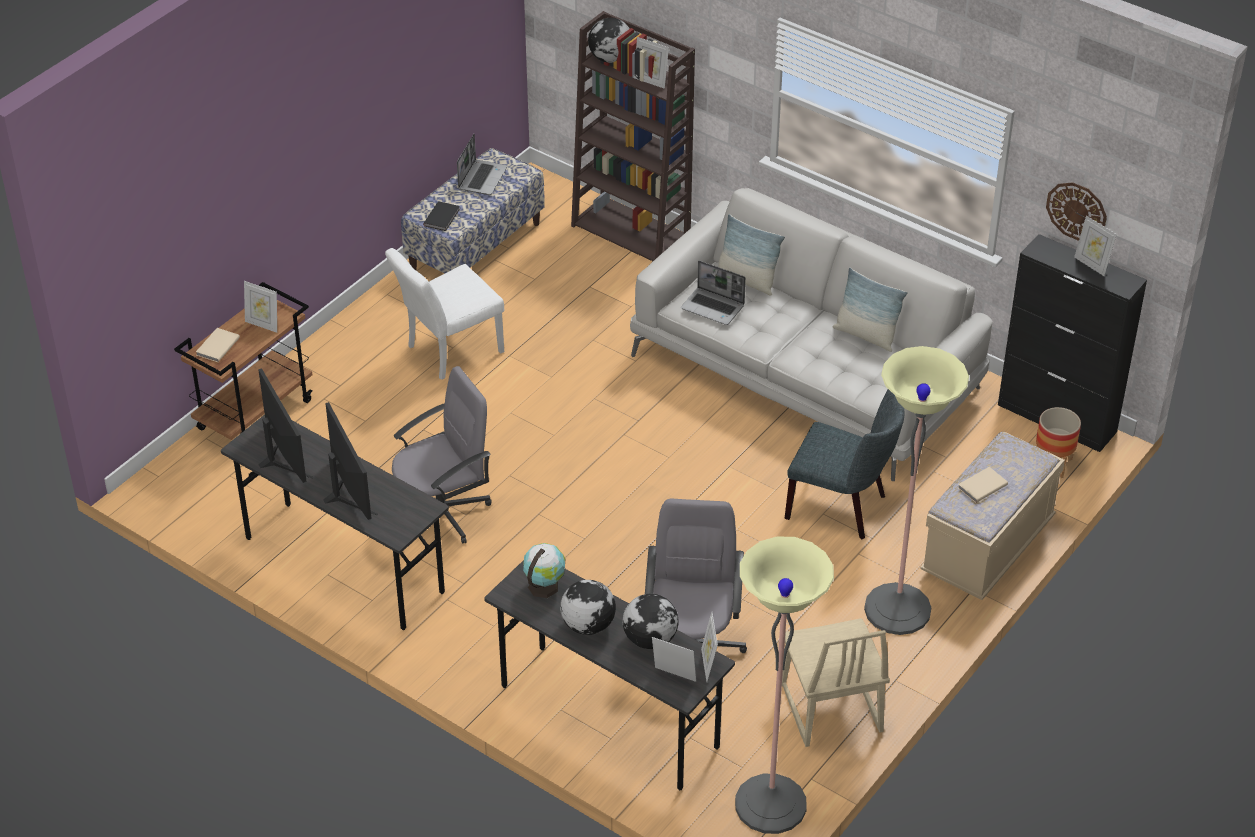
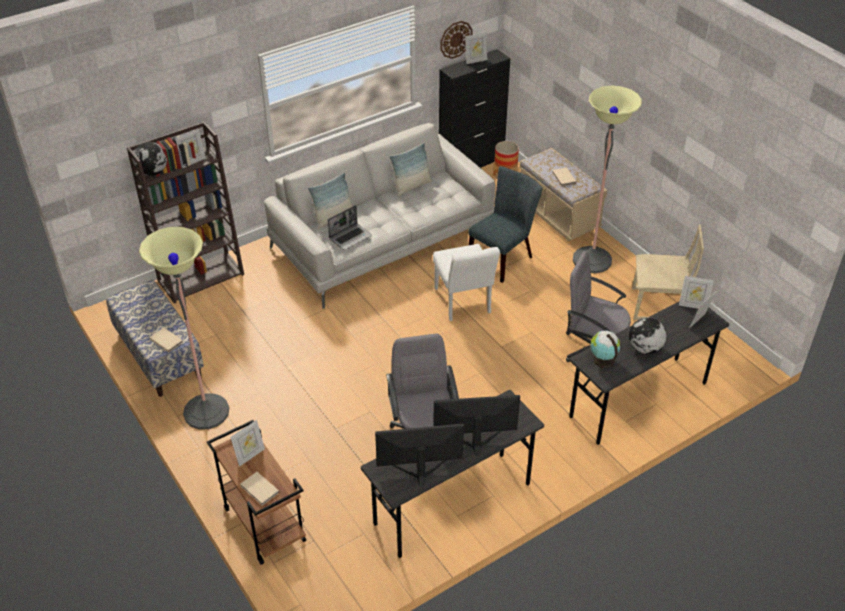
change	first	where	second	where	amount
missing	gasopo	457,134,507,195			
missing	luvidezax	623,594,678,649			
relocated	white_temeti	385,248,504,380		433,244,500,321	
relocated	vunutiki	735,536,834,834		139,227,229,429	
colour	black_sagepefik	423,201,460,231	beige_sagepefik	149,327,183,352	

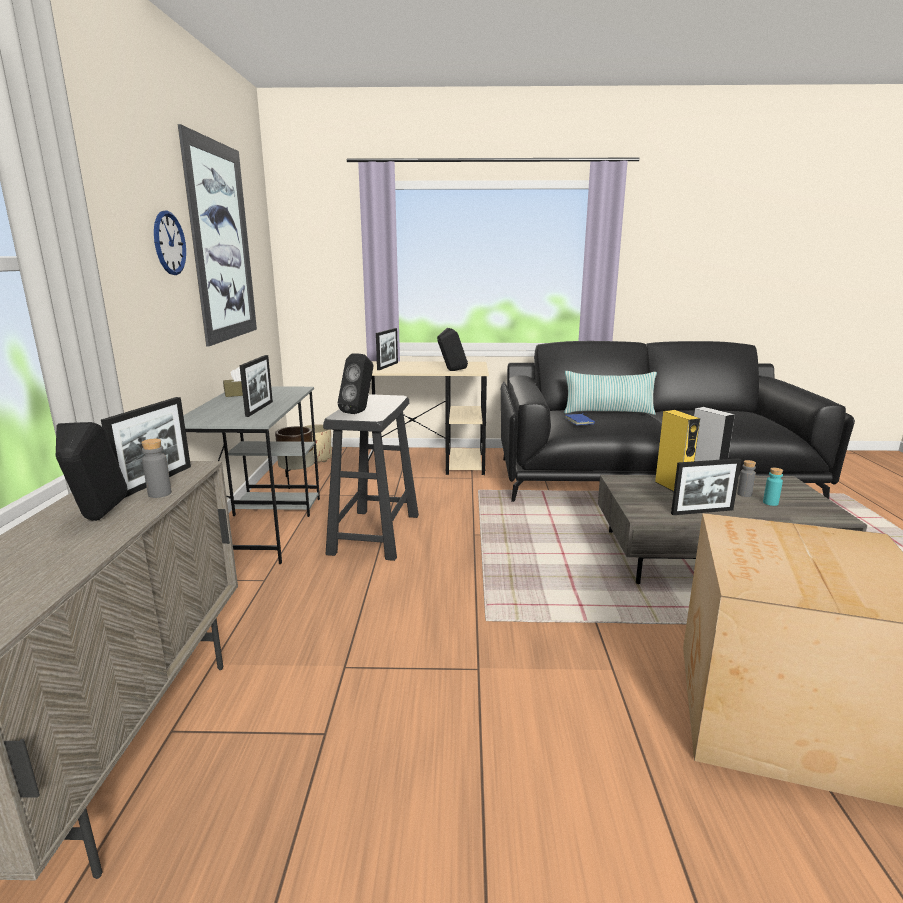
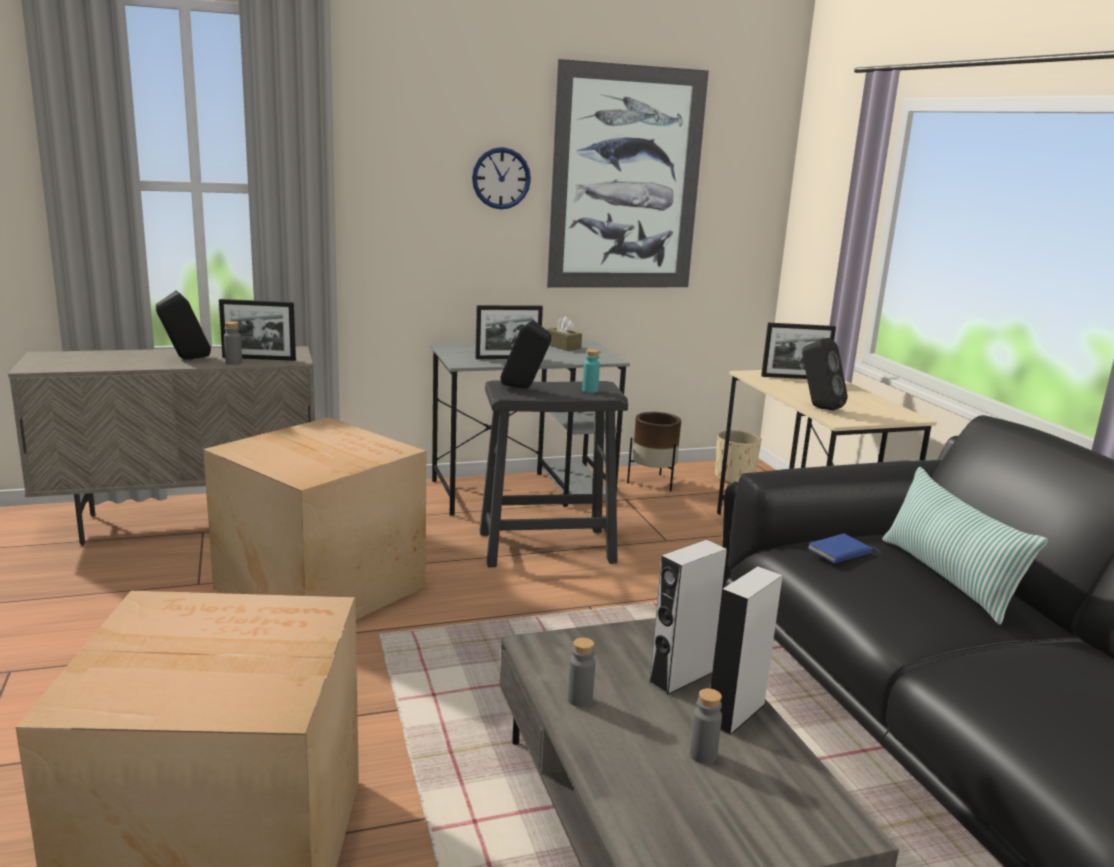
change	first	where	second	where	amount
appeared			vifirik	203,417,427,620	
relocated	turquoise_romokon	763,468,783,506		582,349,600,393	
exchanged	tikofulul	671,458,741,515	grey_romokon	568,637,595,707	
colour	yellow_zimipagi	655,410,700,492	grey_zimipagi	648,540,727,695	

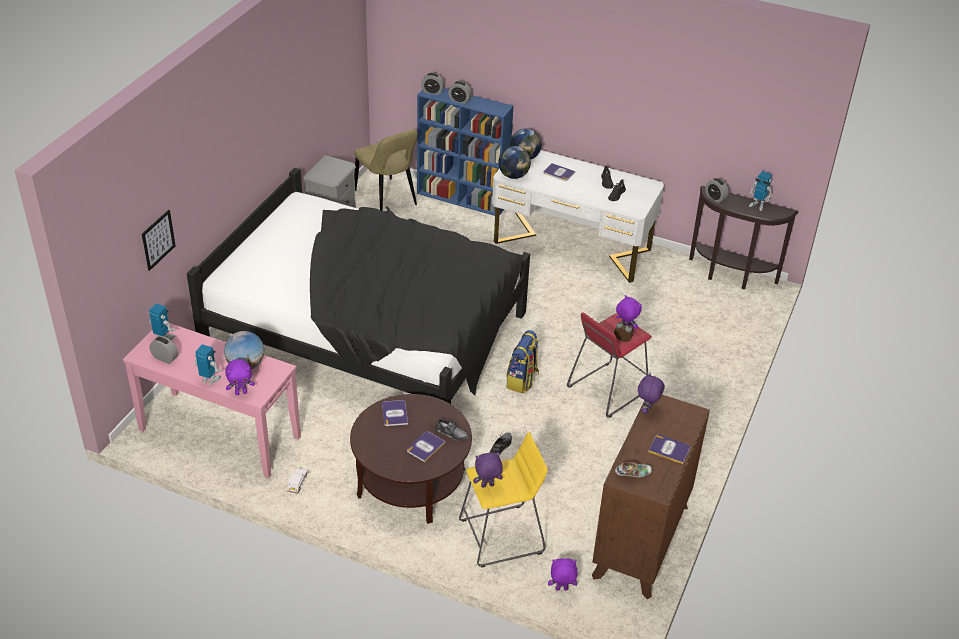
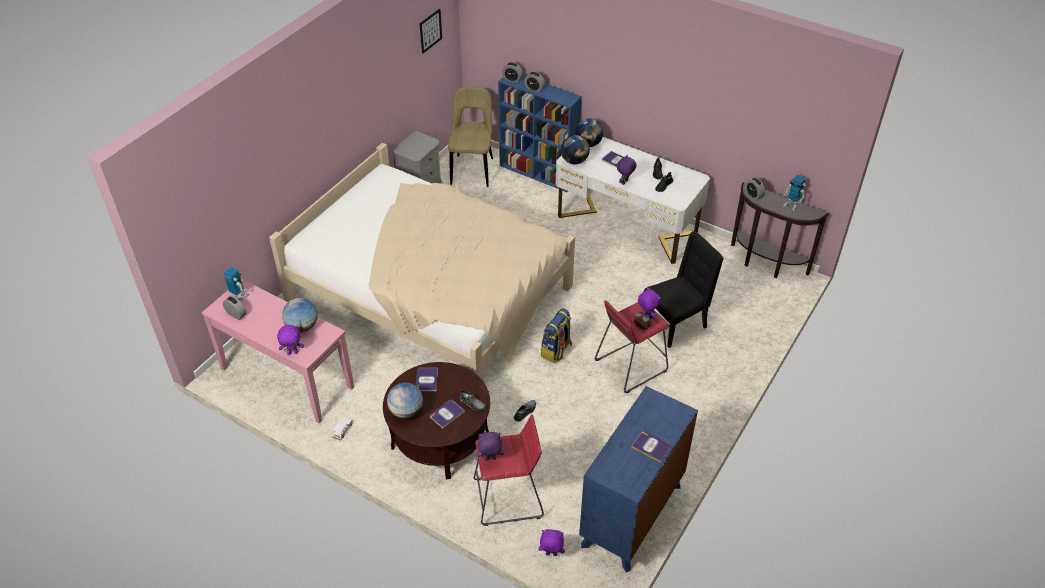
change	first	where	second	where	amount
missing	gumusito	195,344,222,385			
missing	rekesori	615,462,652,478			
appeared			luvidezax	387,383,423,419	
appeared			black_temeti	644,231,724,348	
relocated	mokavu	142,210,176,271		419,9,442,54	
relocated	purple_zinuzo	638,372,665,414		617,155,637,185	
colour	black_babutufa	187,168,530,404	beige_babutufa	269,143,575,382	
colour	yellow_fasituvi	459,432,548,567	red_fasituvi	474,414,544,526	
colour	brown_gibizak	592,395,710,599	blue_gibizak	579,386,698,572	
spun	beige_temeti	354,129,418,211		448,87,493,187	150 degrees counterclockwise

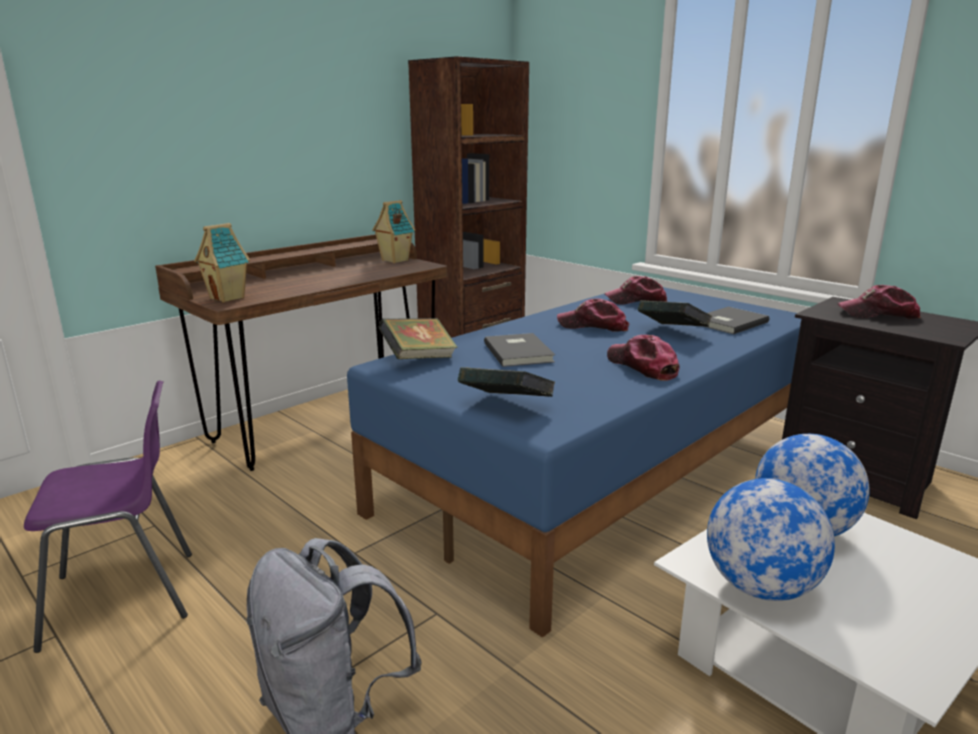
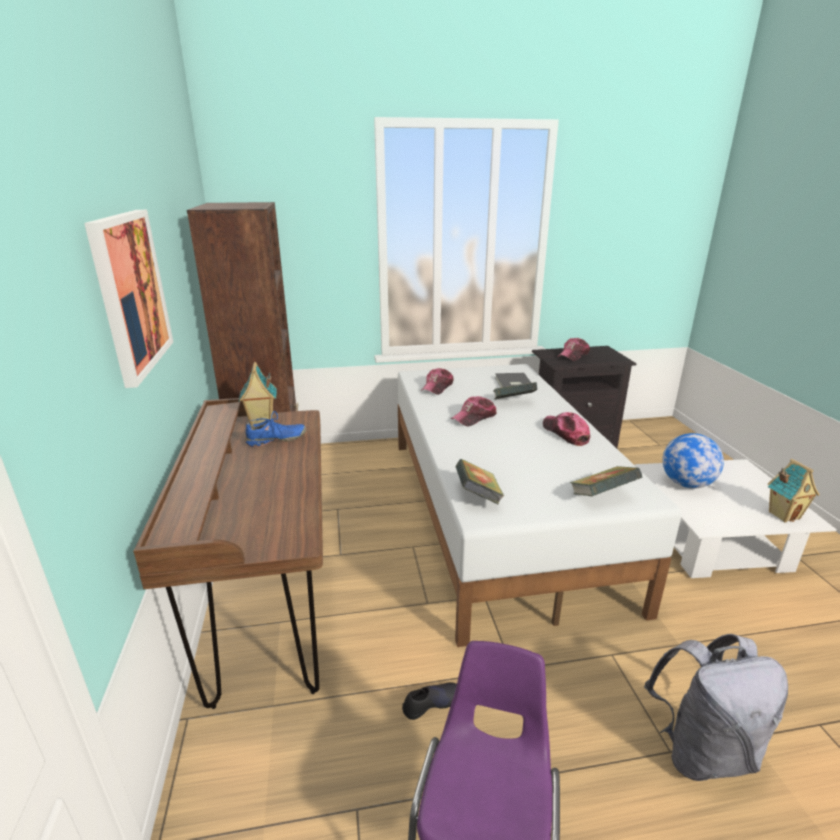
change	first	where	second	where	amount
missing	grey_sagepefik	484,333,555,367			
missing	luvidezax	707,478,835,601			
appeared			mokavu	84,210,173,388	
appeared			blue_rekesori	245,411,307,447	
appeared			black_rekesori	402,682,457,720	
relocated	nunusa	194,223,250,302		768,459,820,523	
colour	blue_babutufa	347,287,801,638	white_babutufa	398,364,682,647	
spun	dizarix	607,335,680,381		543,412,590,446	60 degrees clockwise

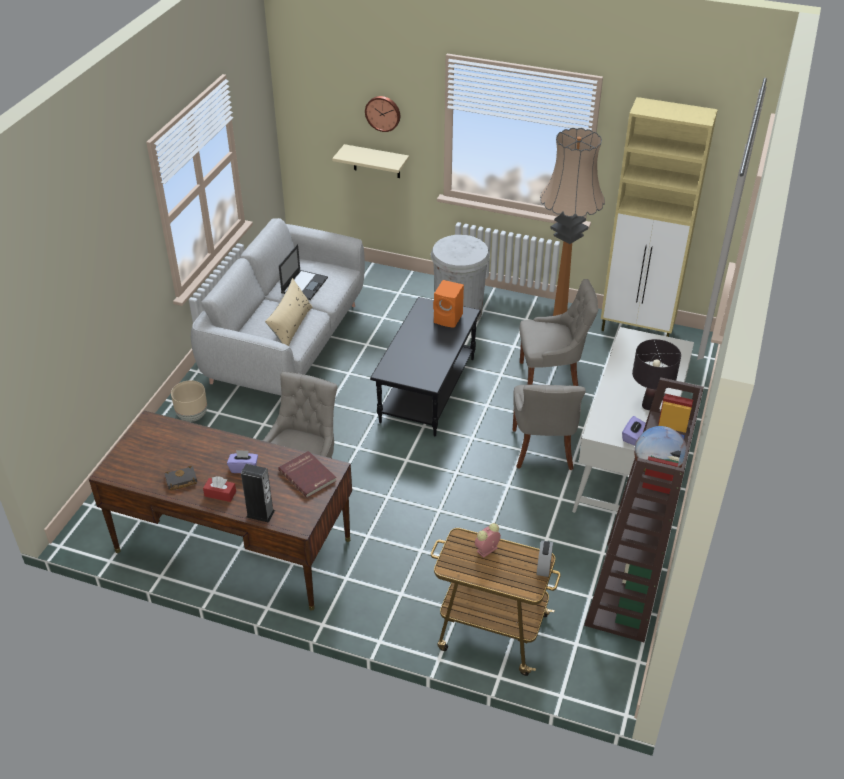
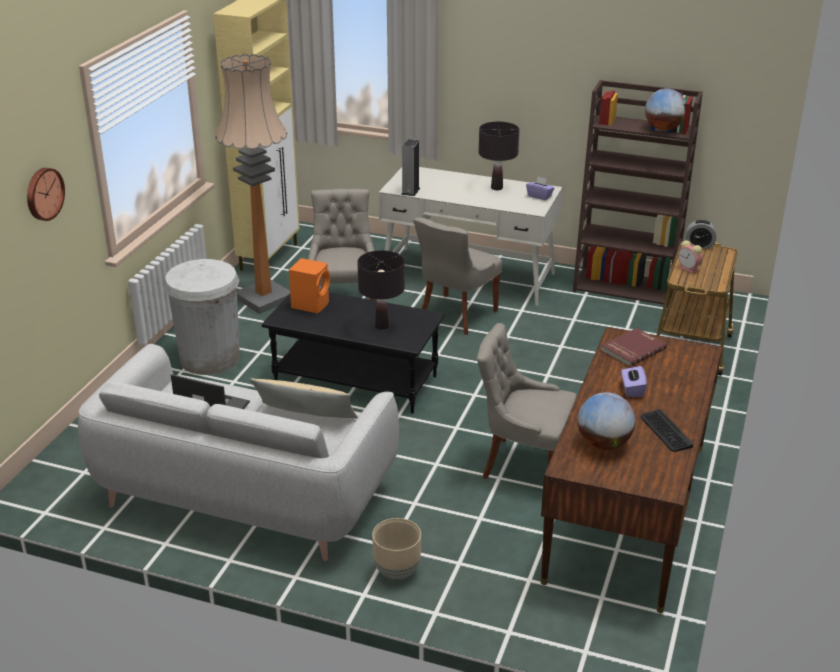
change	first	where	second	where	amount
missing	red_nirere	203,476,236,502			
missing	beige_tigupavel	332,144,409,178			
appeared			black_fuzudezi	357,250,405,330	
appeared			luvidezax	577,392,635,450	
relocated	zimipagi	241,464,275,523		401,139,420,196	
exchanged	black_sagepefik	165,466,197,490	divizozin	641,409,693,452	
spun	grey_temeti	513,385,586,470		413,217,502,335	120 degrees clockwise

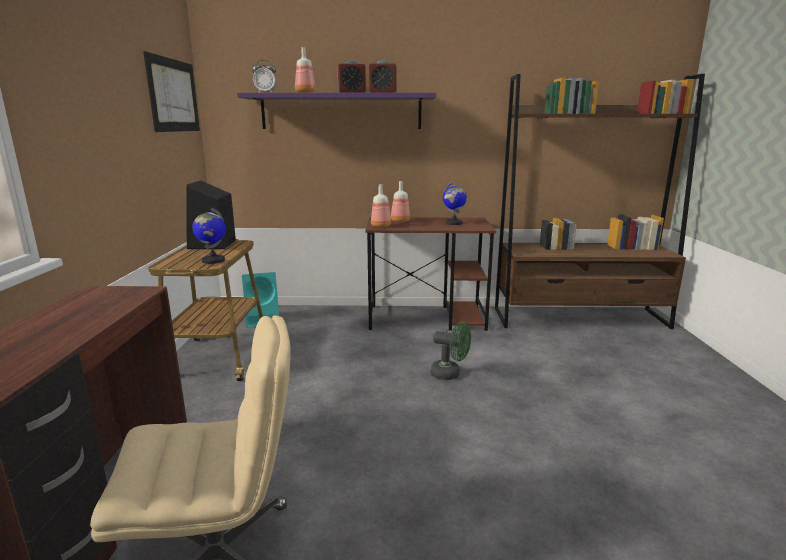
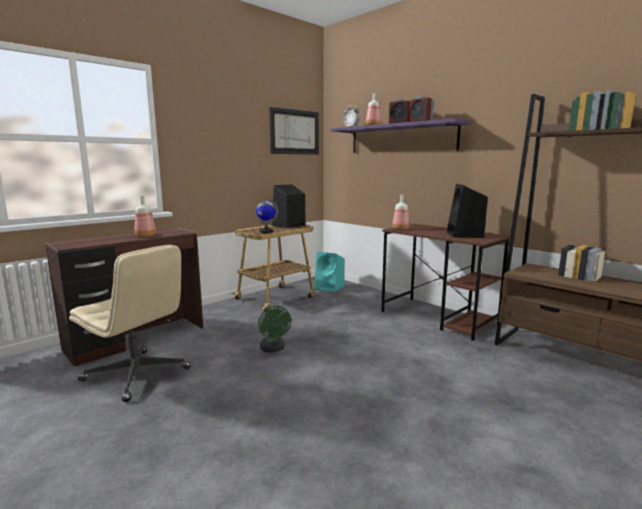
change	first	where	second	where	amount
relocated	romokon	391,181,410,222		134,195,156,237	
relocated	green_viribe	430,321,471,380		258,306,291,353	
exchanged	luvidezax	443,182,467,225	black_zimipagi	447,184,488,238	

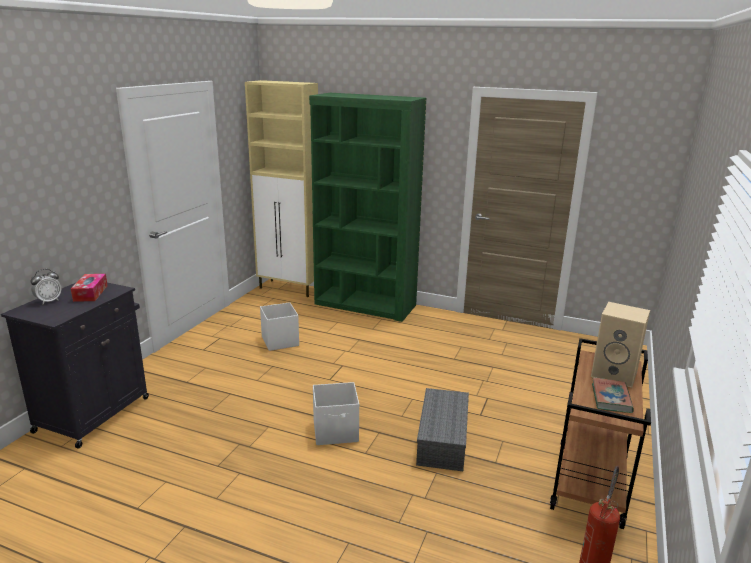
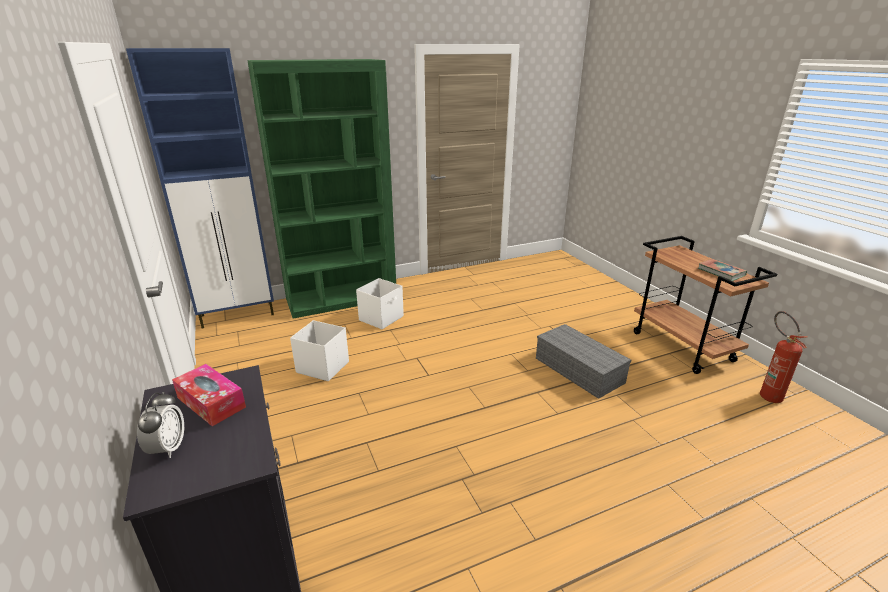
change	first	where	second	where	amount
missing	beige_zimipagi	591,302,650,388			
relocated	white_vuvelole	313,382,359,445		356,278,404,329	
colour	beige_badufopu	245,80,318,297	blue_badufopu	126,48,274,328	

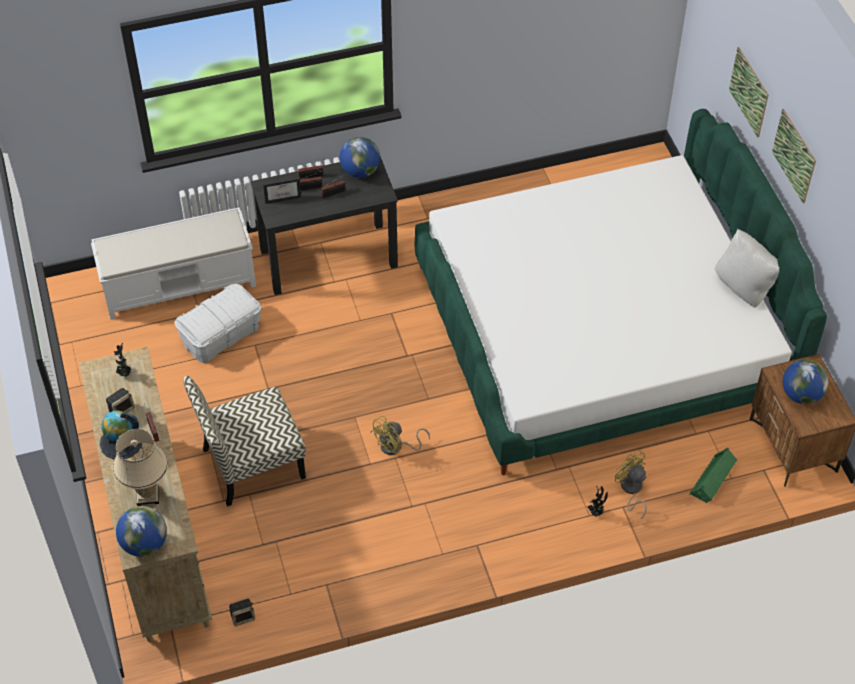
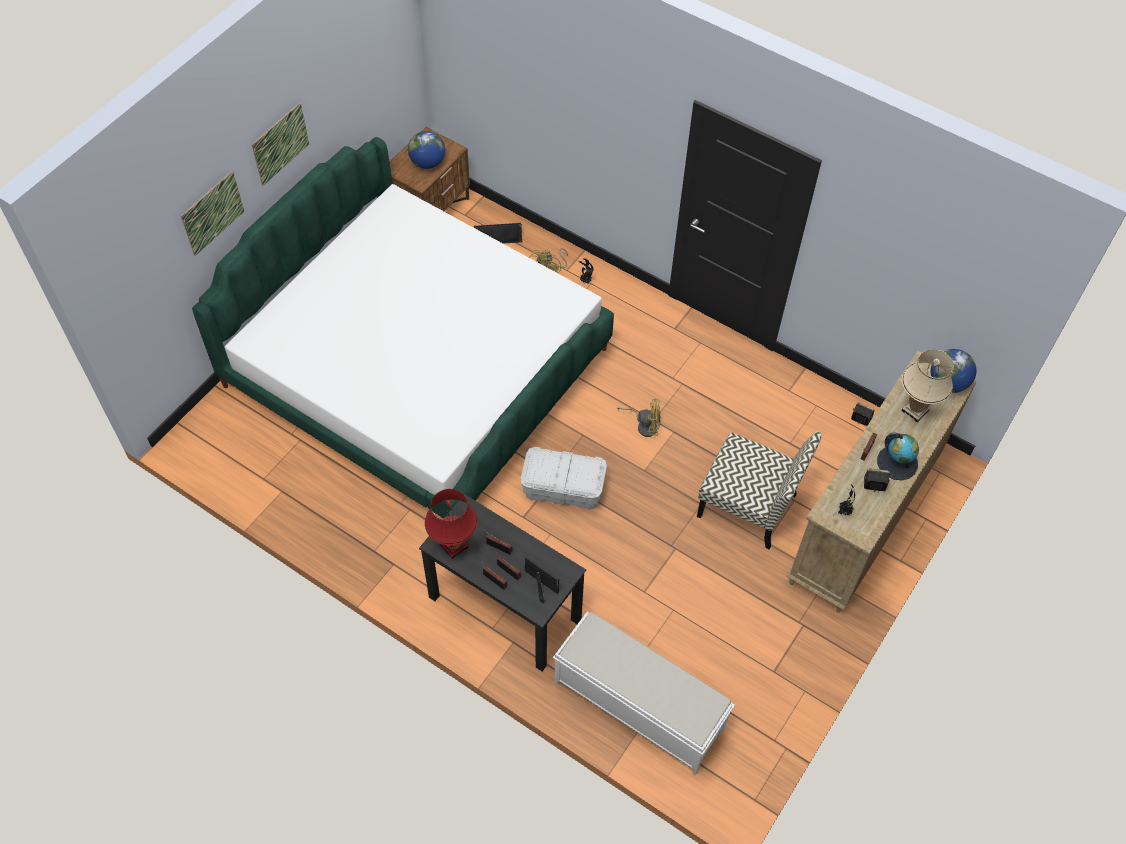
change	first	where	second	where	amount
missing	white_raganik	714,229,779,308			
relocated	white_vuvelole	174,284,262,363		520,447,607,510	
exchanged	luvidezax	340,137,380,178	red_fuzudezi	425,489,477,559	
colour	green_zimipagi	689,448,737,503	black_zimipagi	474,223,522,244	

